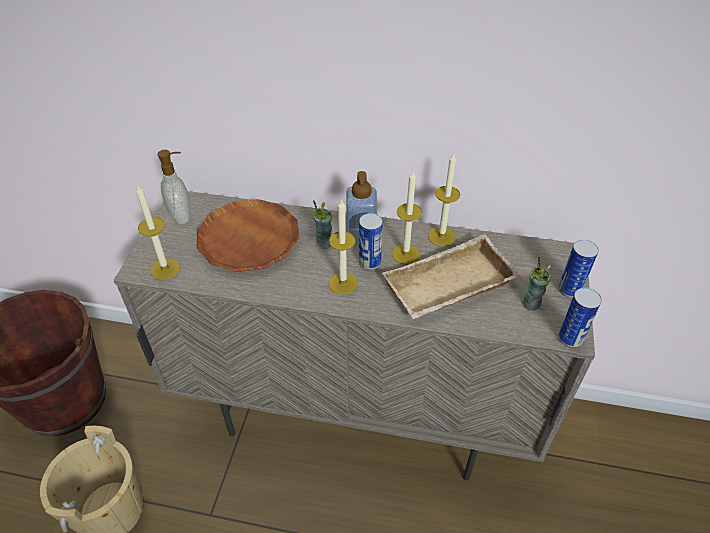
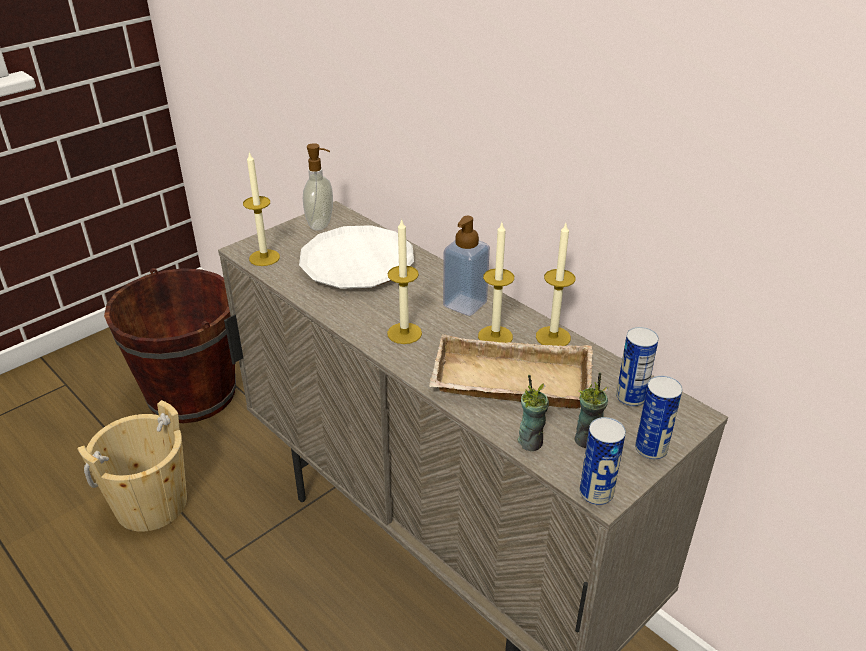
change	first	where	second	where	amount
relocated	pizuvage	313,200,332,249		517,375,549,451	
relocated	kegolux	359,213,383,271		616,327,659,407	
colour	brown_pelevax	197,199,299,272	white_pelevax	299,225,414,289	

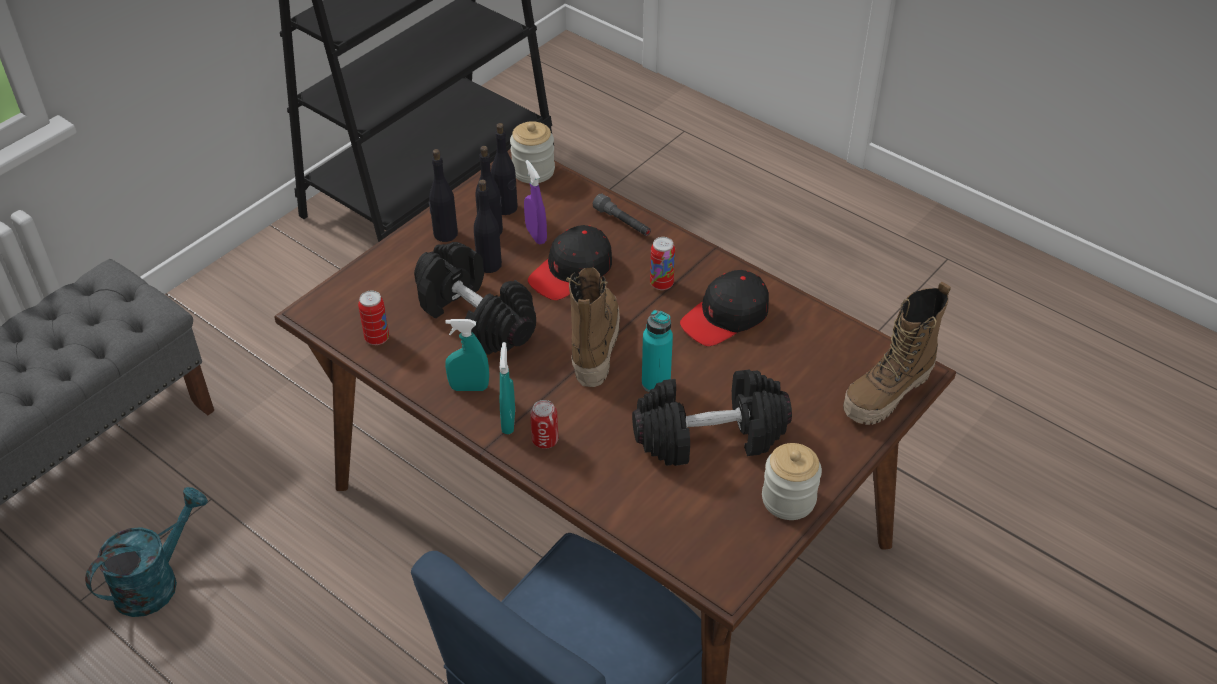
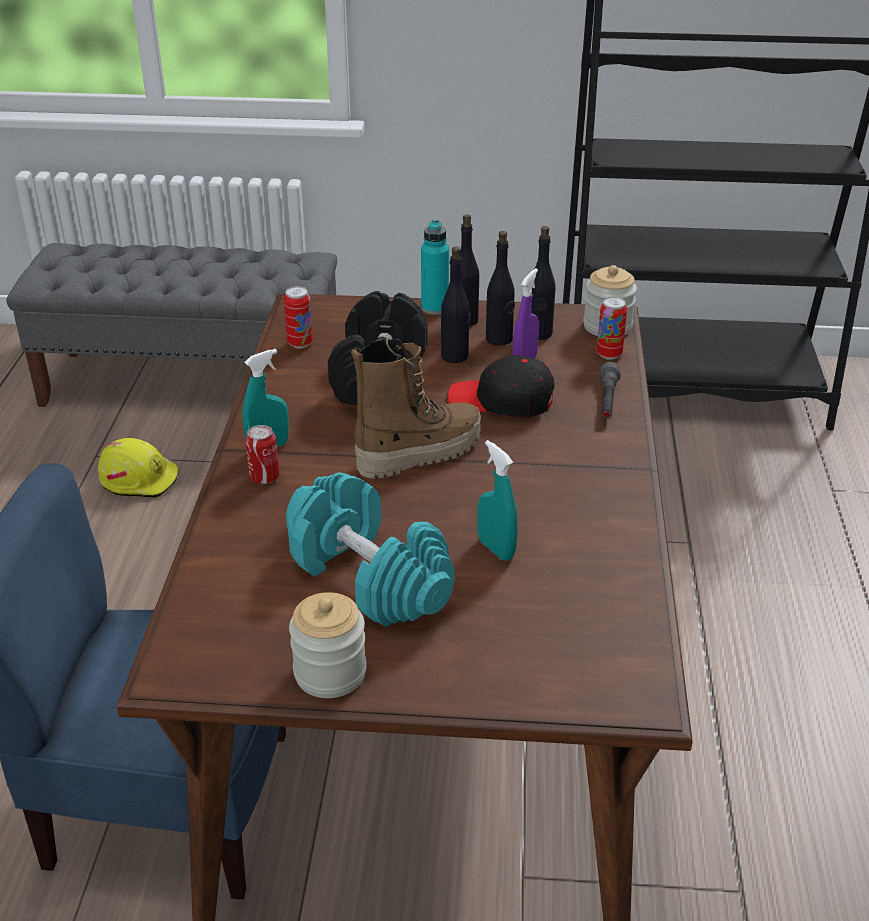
change	first	where	second	where	amount
missing	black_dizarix	680,270,769,346			
missing	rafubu	843,282,951,425			
relocated	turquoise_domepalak	445,319,489,391		478,440,518,561	
relocated	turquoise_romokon	642,310,673,392		421,220,449,315	
relocated	kegolux	650,237,675,290		597,297,627,360	
exchanged	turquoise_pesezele	85,487,208,617	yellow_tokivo	98,438,179,498	
colour	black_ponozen	632,370,792,466	turquoise_ponozen	286,472,455,627	

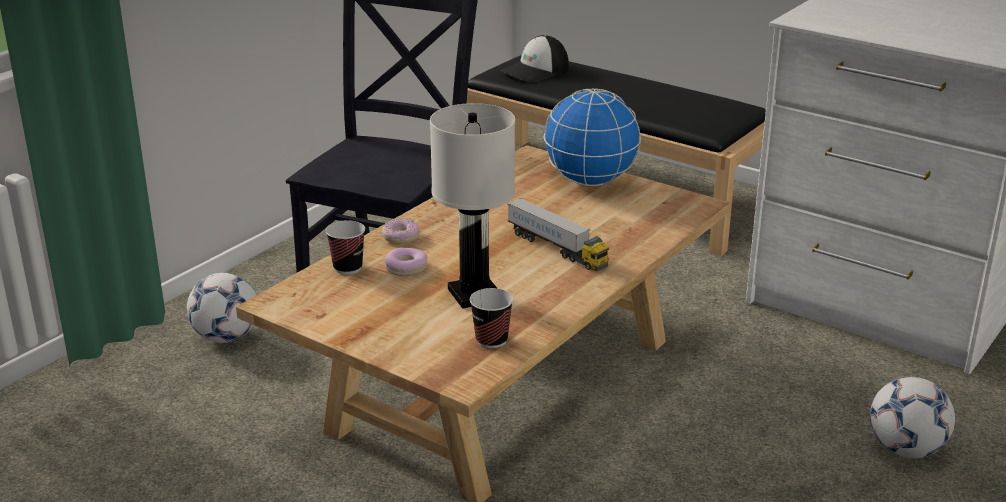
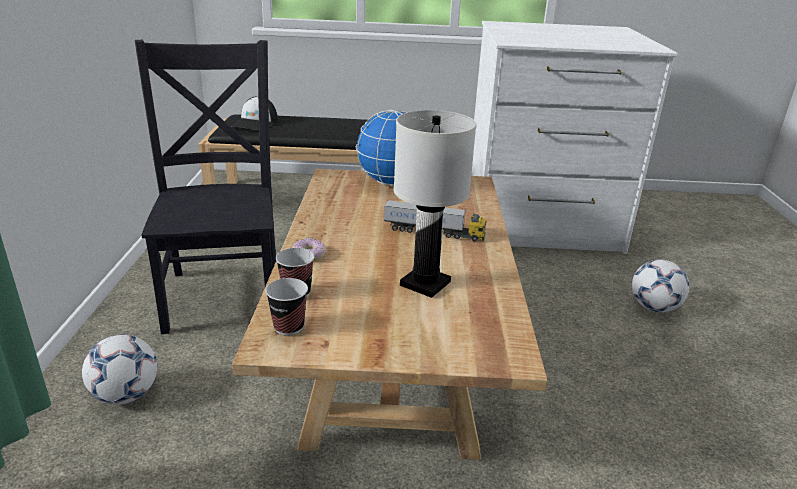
change	first	where	second	where	amount
missing	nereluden	385,248,428,276			
relocated	pizuvage	470,288,513,349		265,278,308,336	

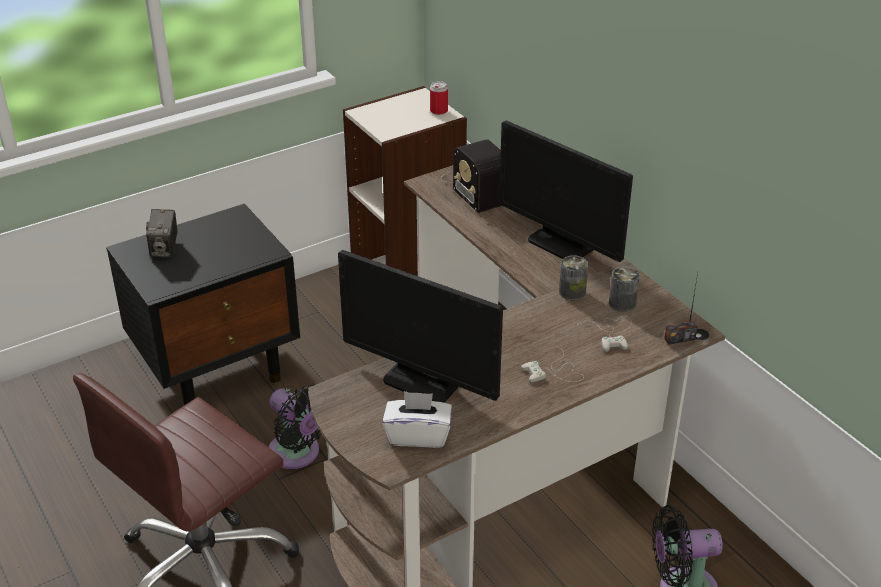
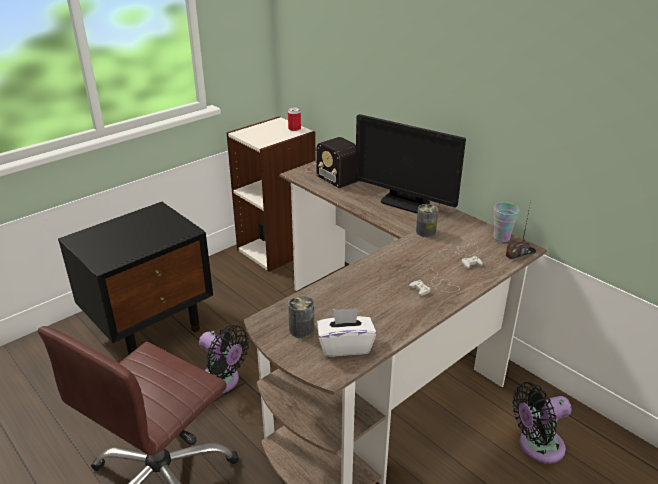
change	first	where	second	where	amount
missing	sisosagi	146,209,178,257			
missing	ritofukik	338,250,503,403			
appeared			pizuvage	493,203,519,242	
relocated	kegolux	609,266,640,312		288,295,314,338	

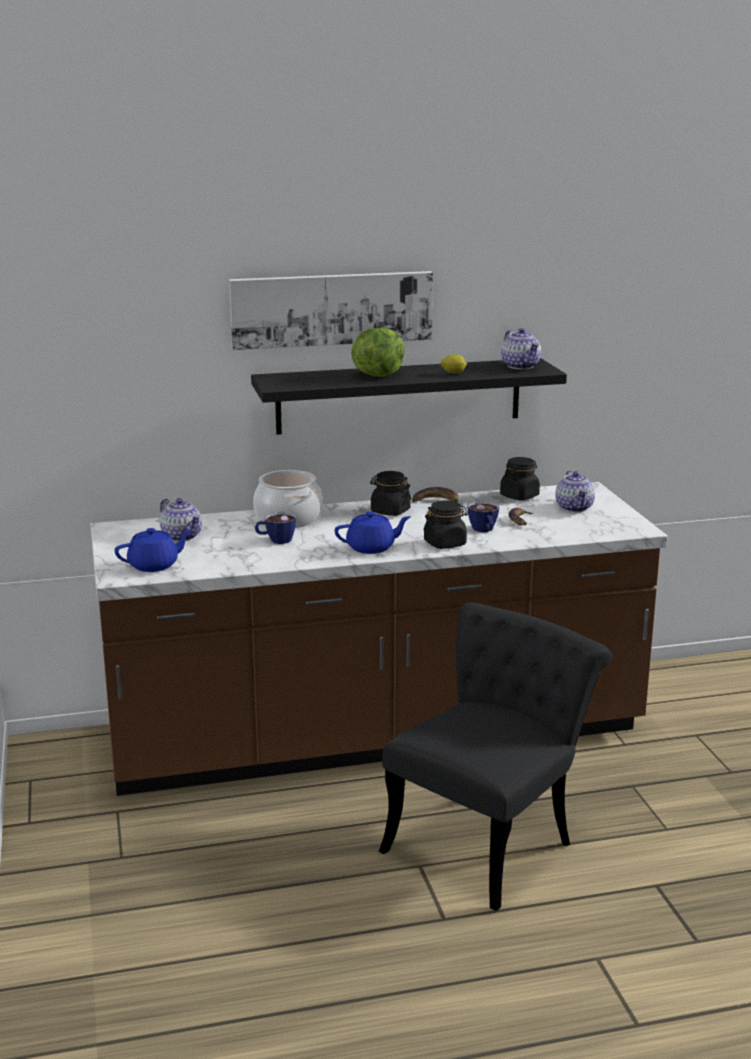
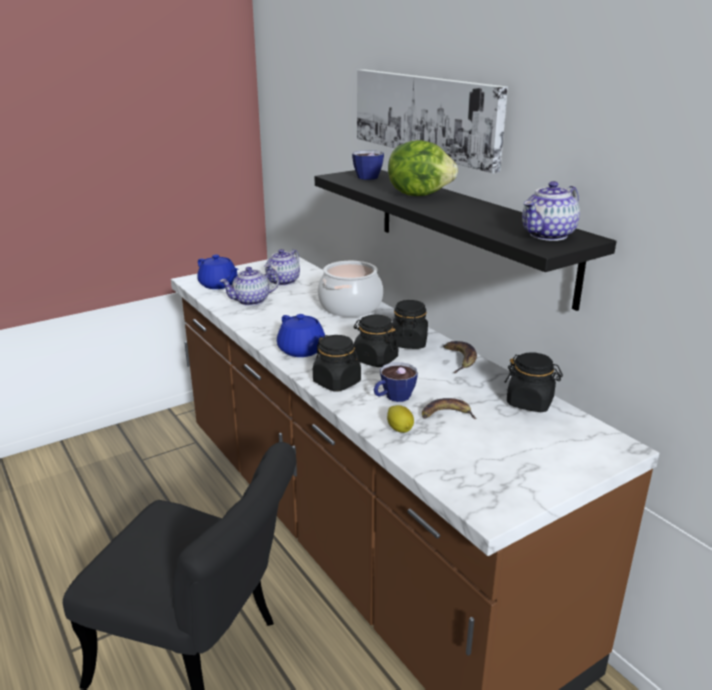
change	first	where	second	where	amount
appeared			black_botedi	354,314,399,367	
relocated	pizuvage	255,512,296,544		352,150,384,180	
relocated	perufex	441,354,467,374		387,405,414,433	
relocated	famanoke	555,471,595,512		220,267,280,306	

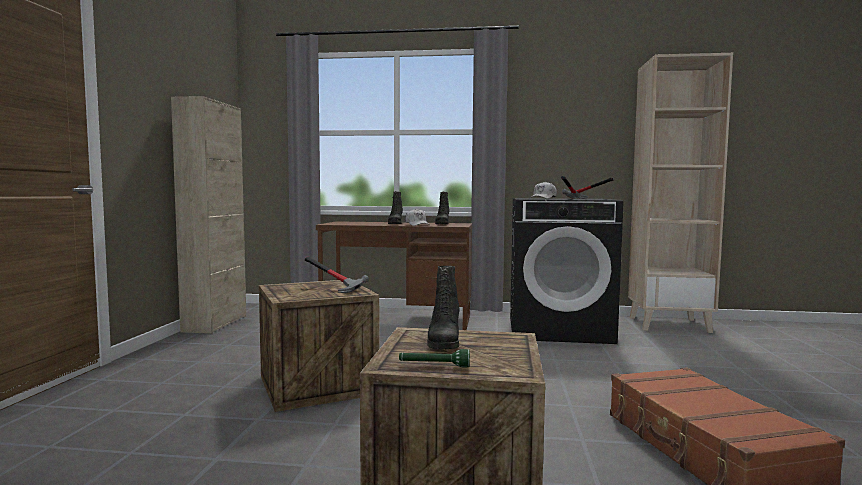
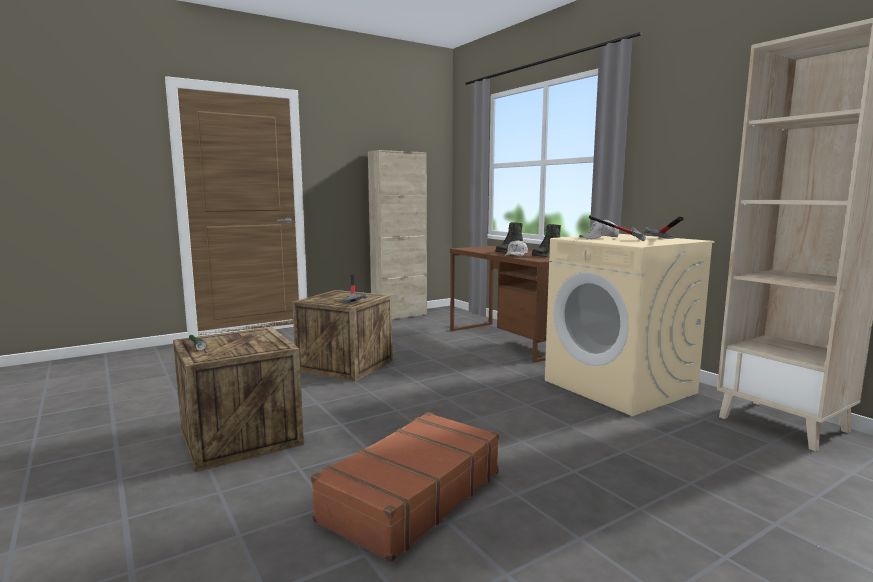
change	first	where	second	where	amount
missing	black_rafubu	427,266,460,349			
colour	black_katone	510,198,624,344	beige_katone	545,234,714,416	

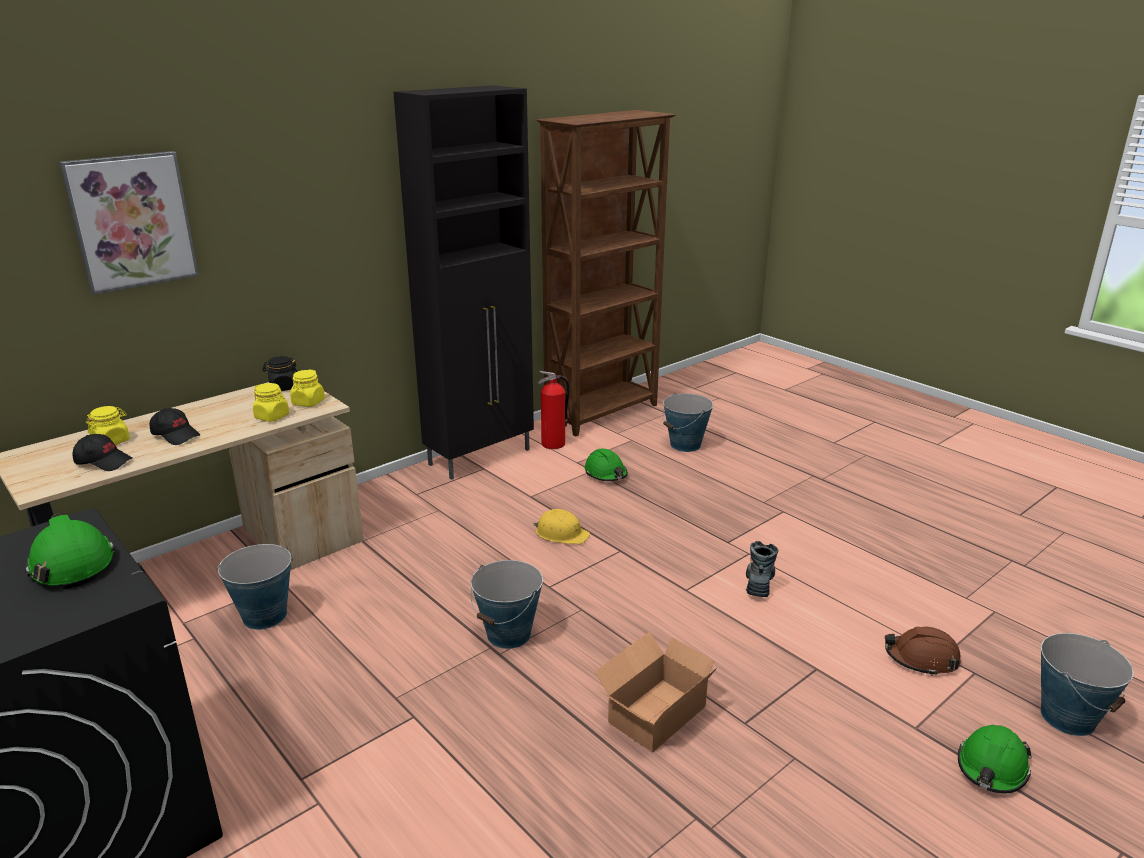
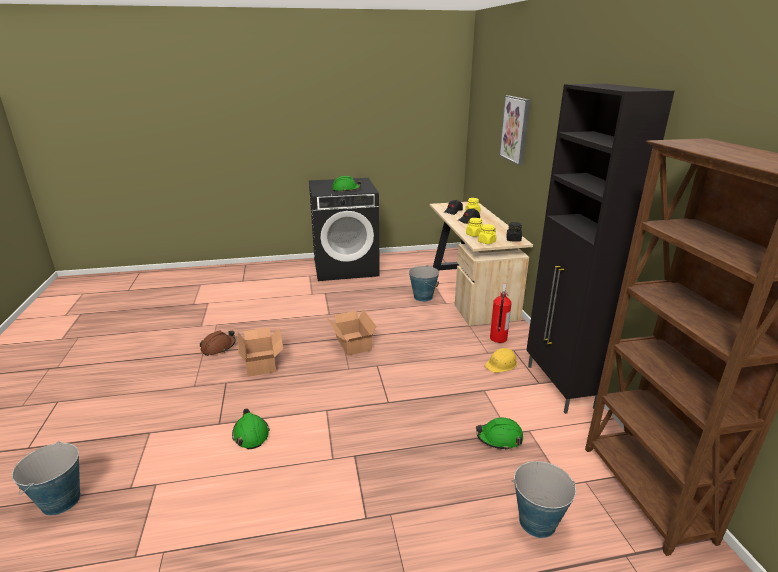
change	first	where	second	where	amount
missing	rafubu	746,541,778,597			
relocated	yellow_tokivo	533,509,590,544		485,348,517,373	
relocated	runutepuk	538,371,570,449		490,284,512,343	
relocated	brown_tokivo	885,627,961,676		200,331,236,356	
relocated	green_tokivo	958,725,1032,794		232,408,270,449	
exchanged	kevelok	470,560,543,649	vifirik	327,309,376,356	

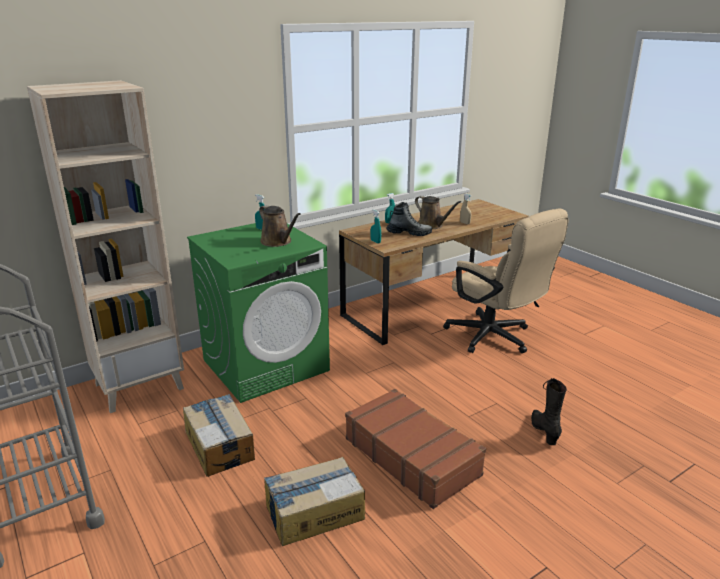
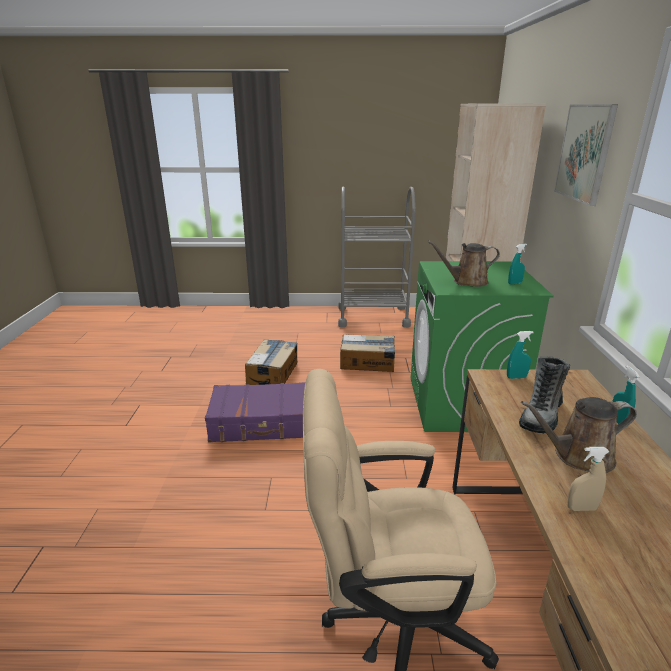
change	first	where	second	where	amount
missing	black_rafubu	531,378,567,445			
appeared			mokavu	554,104,618,206	
colour	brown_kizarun	345,389,486,509	purple_kizarun	205,382,305,442	

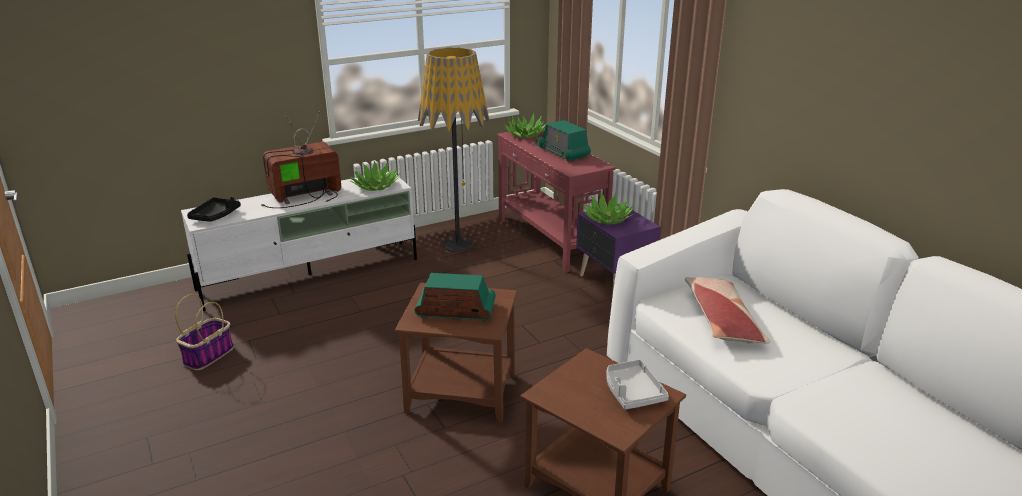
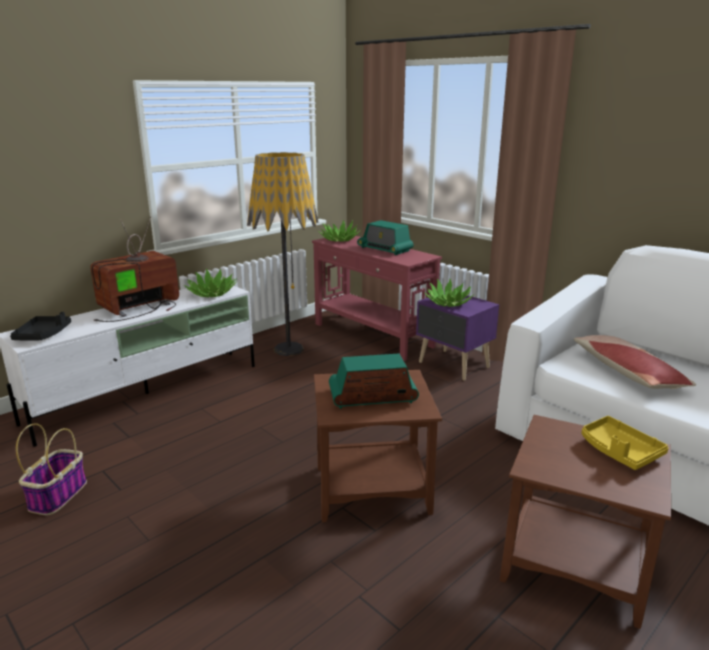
change	first	where	second	where	amount
colour	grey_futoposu	606,359,669,410	yellow_futoposu	582,416,669,470	

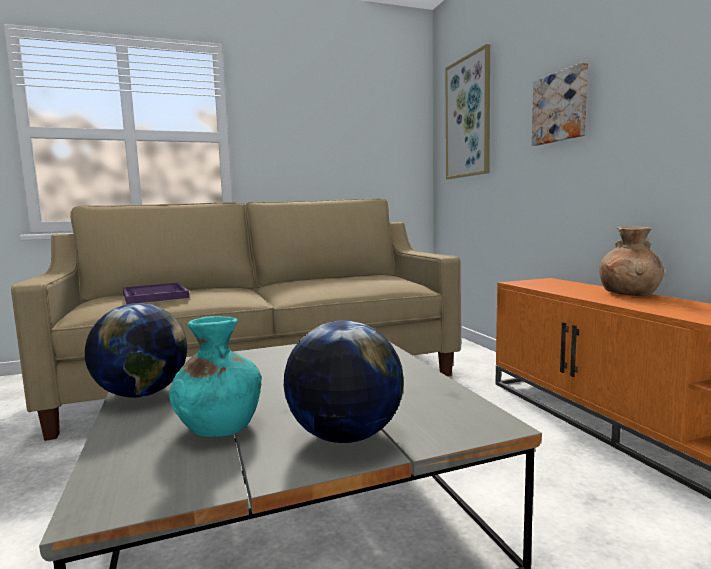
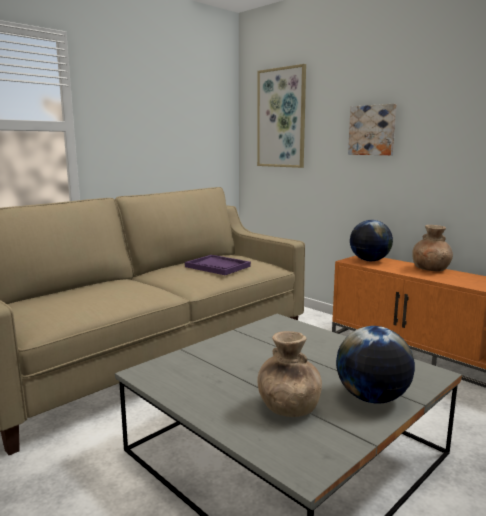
change	first	where	second	where	amount
relocated	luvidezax	85,303,187,398		350,220,393,261	
relocated	purple_futoposu	123,283,189,304		185,255,251,275	
colour	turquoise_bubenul	169,316,262,437	brown_bubenul	257,331,322,417	

